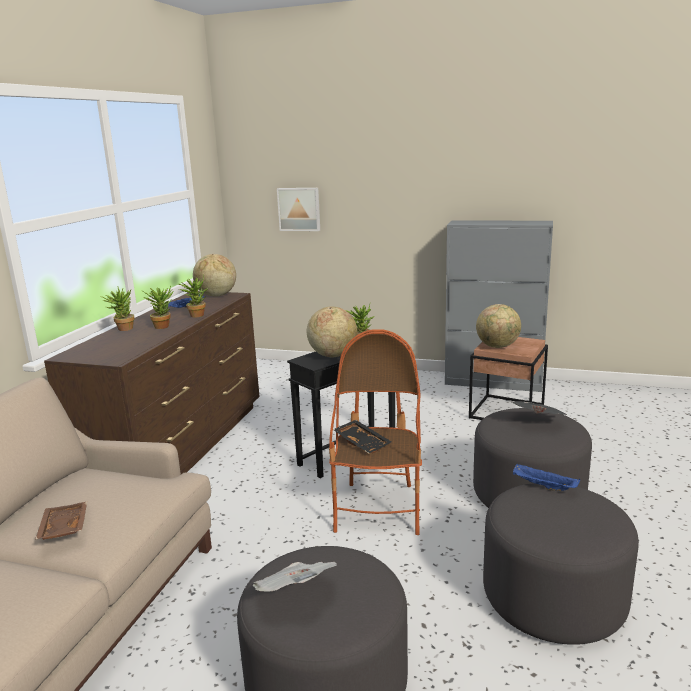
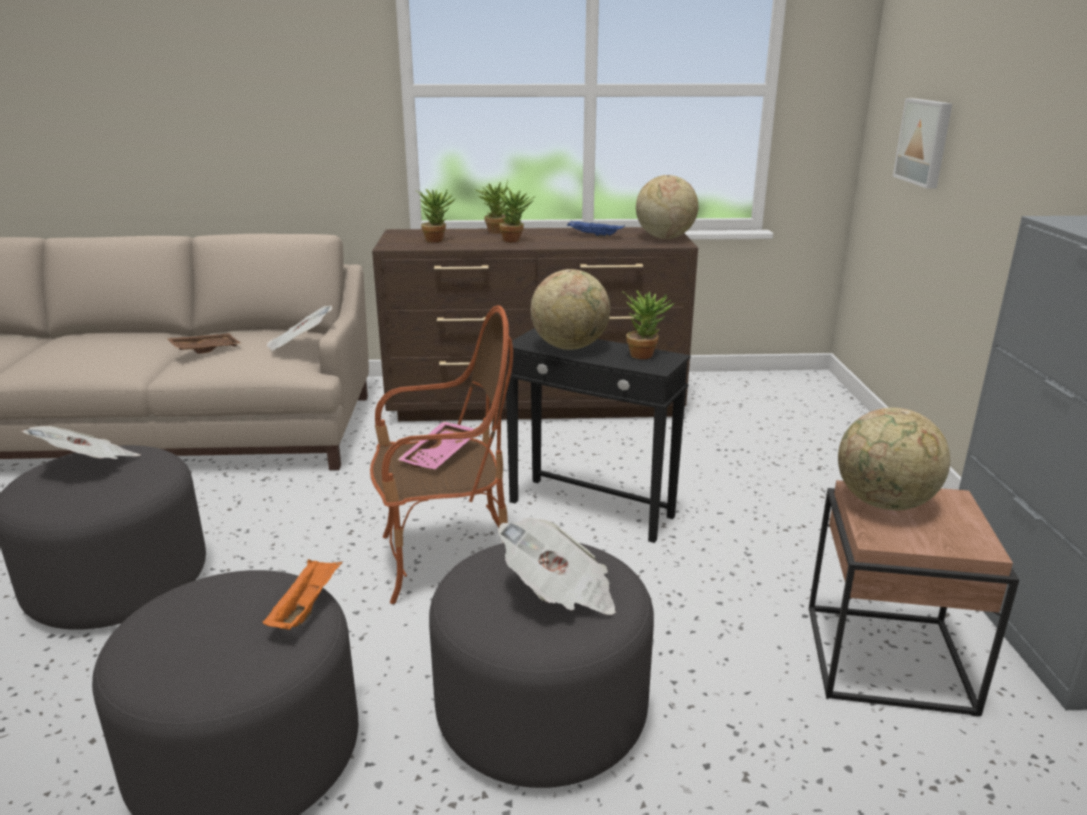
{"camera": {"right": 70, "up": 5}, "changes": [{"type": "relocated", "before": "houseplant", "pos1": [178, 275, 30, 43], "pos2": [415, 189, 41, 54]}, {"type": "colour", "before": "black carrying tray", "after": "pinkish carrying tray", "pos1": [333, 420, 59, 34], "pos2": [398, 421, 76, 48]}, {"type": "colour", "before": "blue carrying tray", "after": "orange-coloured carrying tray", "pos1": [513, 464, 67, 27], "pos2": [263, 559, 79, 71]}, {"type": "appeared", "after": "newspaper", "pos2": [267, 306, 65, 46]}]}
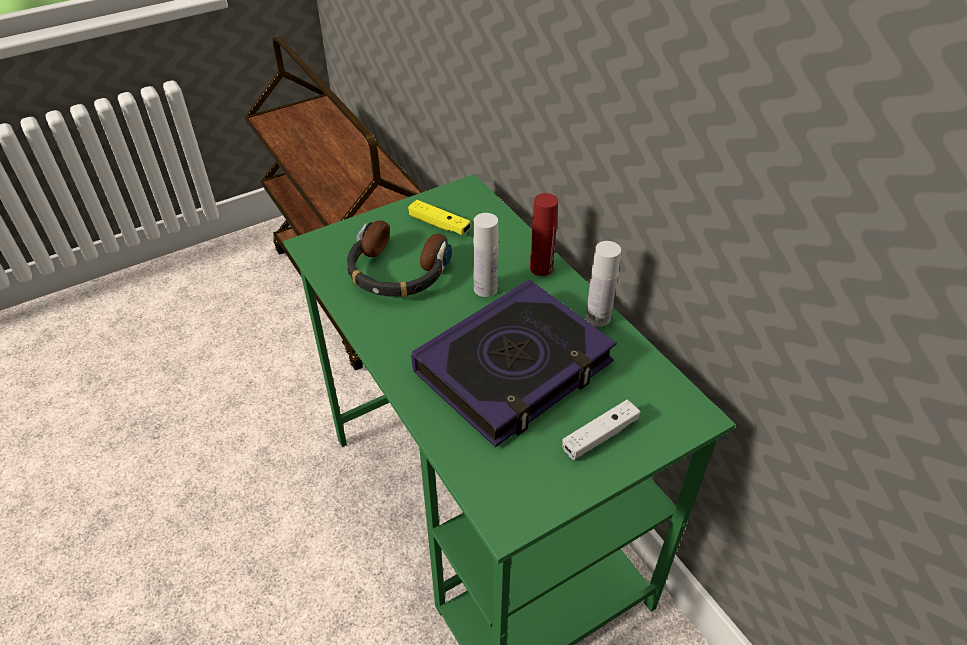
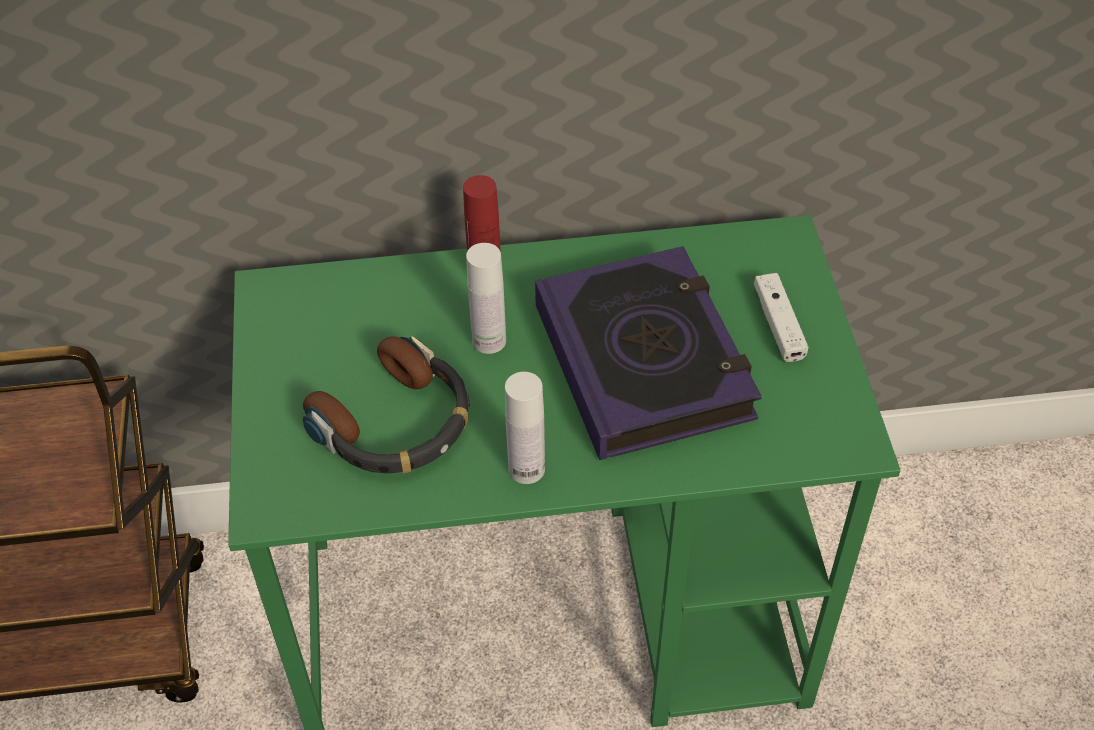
{"camera": {"right": -65, "up": 5}, "changes": [{"type": "missing", "before": "yellow gamepad", "pos1": [408, 200, 63, 35]}, {"type": "relocated", "before": "whitish bottle", "pos1": [586, 241, 35, 86], "pos2": [505, 372, 40, 112]}]}
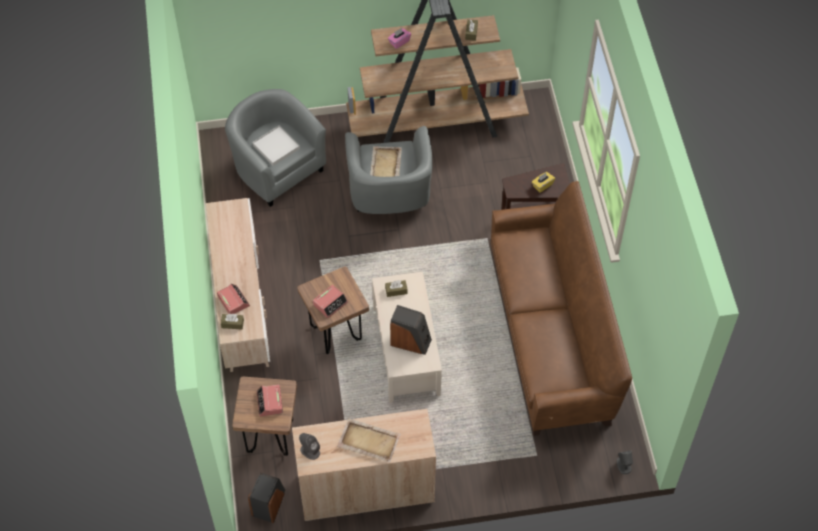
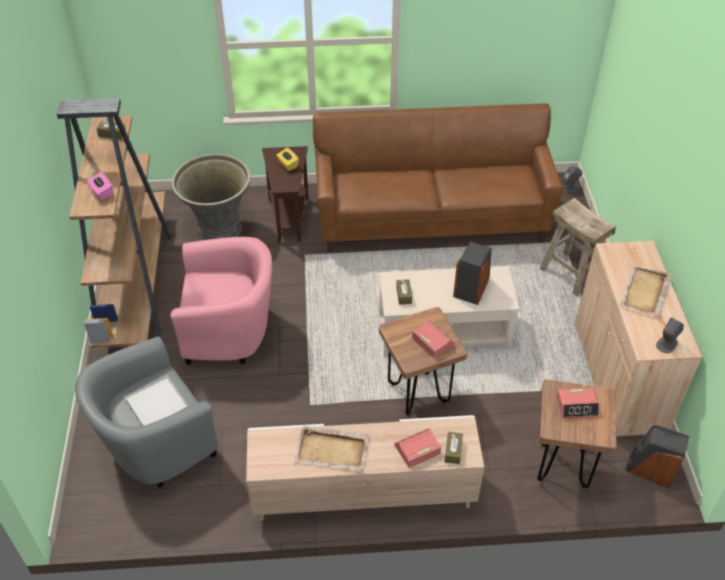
{"camera": {"right": -85, "up": -10}, "changes": [{"type": "colour", "before": "gray lounge chair", "after": "pinkish lounge chair", "pos1": [345, 126, 88, 88], "pos2": [170, 237, 102, 128]}, {"type": "relocated", "before": "beige-coloured carrying tray", "pos1": [370, 146, 32, 31], "pos2": [293, 426, 76, 44]}, {"type": "appeared", "after": "gray flower pot", "pos2": [171, 154, 80, 86]}, {"type": "appeared", "after": "beige-coloured stool seat", "pos2": [540, 198, 76, 98]}]}
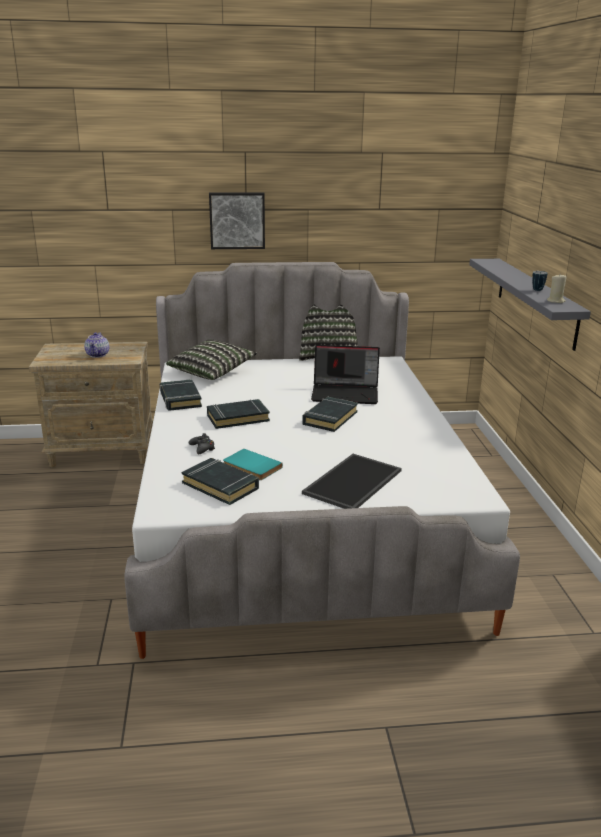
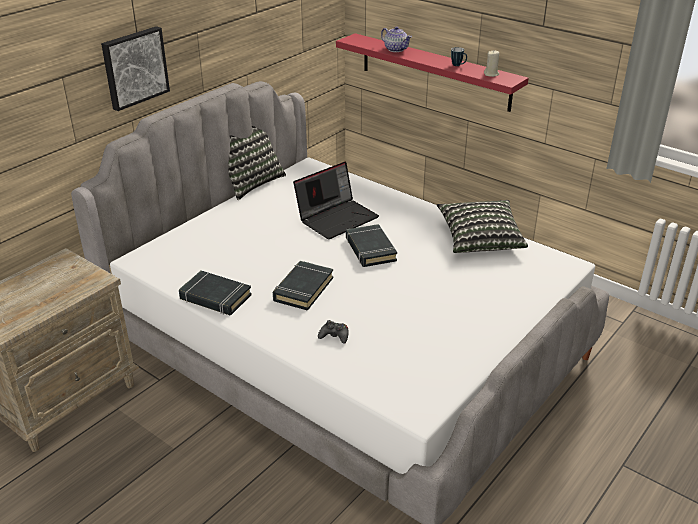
{"camera": {"right": -45, "up": 10}, "changes": [{"type": "relocated", "before": "pot for tea", "pos1": [84, 332, 25, 26], "pos2": [381, 26, 31, 26]}, {"type": "relocated", "before": "throw pillow", "pos1": [166, 339, 91, 41], "pos2": [437, 200, 91, 53]}, {"type": "missing", "before": "black volume", "pos1": [182, 458, 77, 47]}, {"type": "missing", "before": "blue-green volume", "pos1": [223, 449, 60, 31]}, {"type": "missing", "before": "carrying tray", "pos1": [302, 454, 100, 55]}, {"type": "colour", "before": "gray bracket shelf", "after": "reddish bracket shelf", "pos1": [469, 259, 122, 92], "pos2": [336, 33, 193, 79]}]}
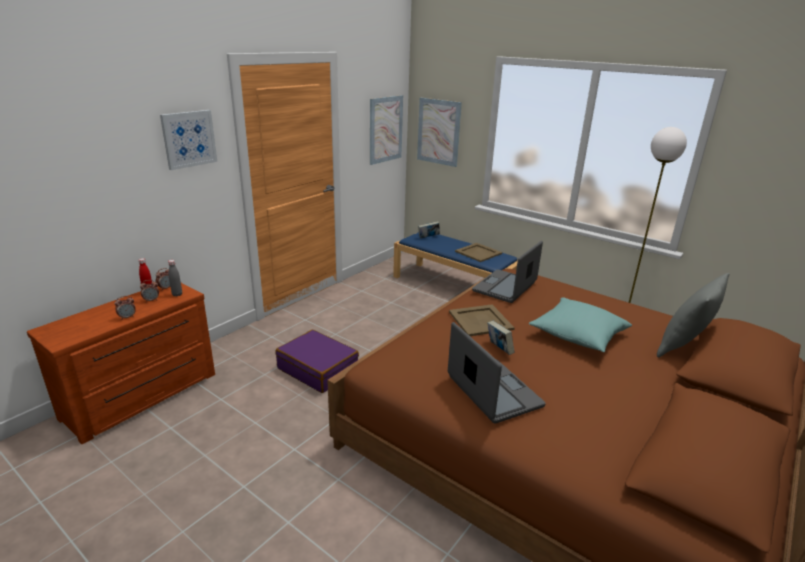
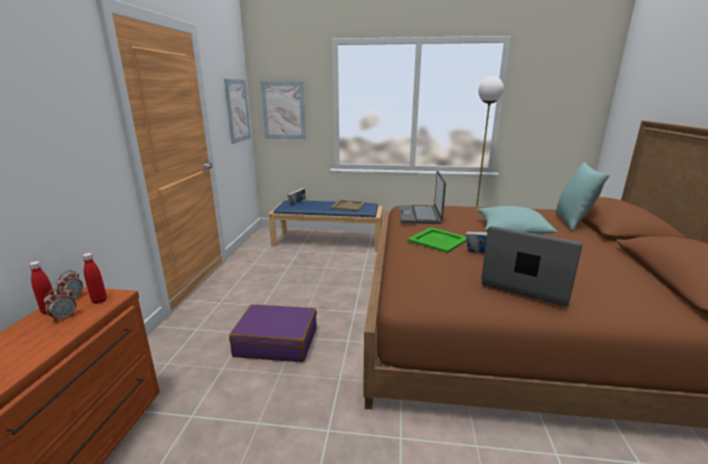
{"camera": {"right": -30, "up": -5}, "changes": [{"type": "missing", "before": "bedside clock", "pos1": [115, 296, 21, 24]}, {"type": "missing", "before": "wall picture", "pos1": [160, 110, 57, 60]}, {"type": "colour", "before": "gray bottle", "after": "reddish bottle", "pos1": [168, 260, 14, 37], "pos2": [82, 253, 25, 51]}, {"type": "colour", "before": "beige-coloured carrying tray", "after": "green carrying tray", "pos1": [449, 305, 66, 31], "pos2": [407, 227, 60, 26]}, {"type": "colour", "before": "gray throw pillow", "after": "blue-green throw pillow", "pos1": [657, 273, 73, 84], "pos2": [556, 162, 53, 69]}]}
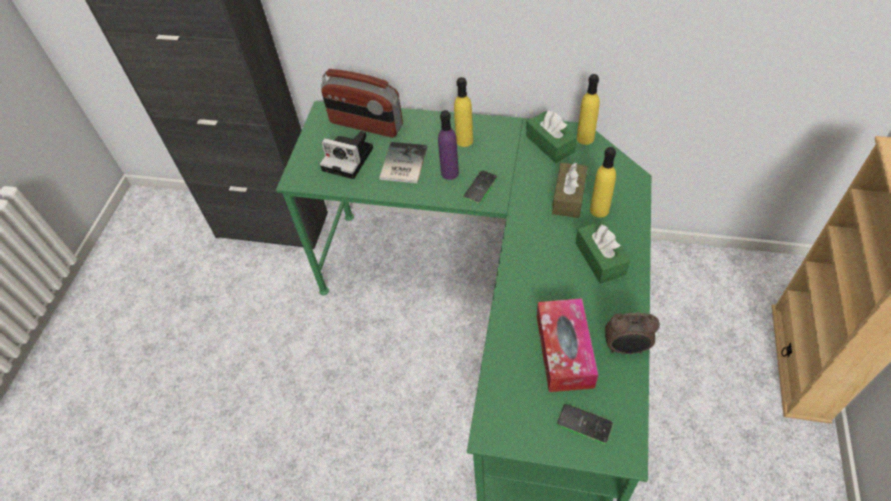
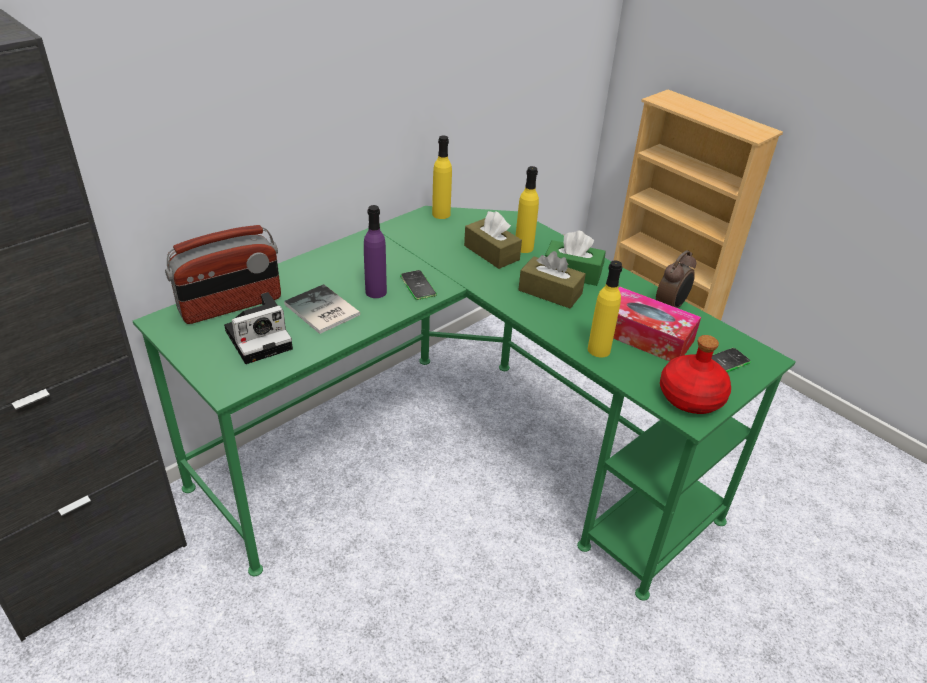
{"camera": {"right": -60, "up": -15}, "changes": [{"type": "relocated", "before": "yellow bottle", "pos1": [454, 77, 19, 70], "pos2": [588, 260, 34, 97]}, {"type": "missing", "before": "green box of tissues", "pos1": [526, 111, 51, 52]}, {"type": "appeared", "after": "brownish box of tissues", "pos2": [518, 251, 68, 57]}, {"type": "appeared", "after": "reddish bottle", "pos2": [660, 335, 71, 79]}]}
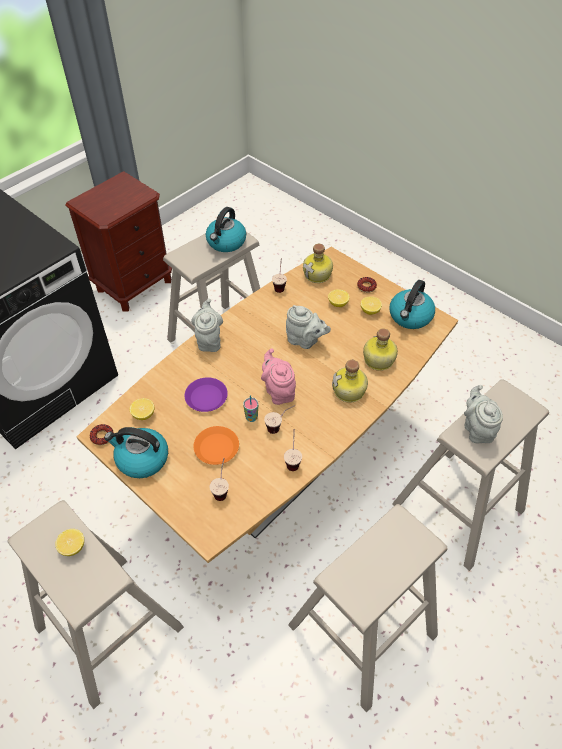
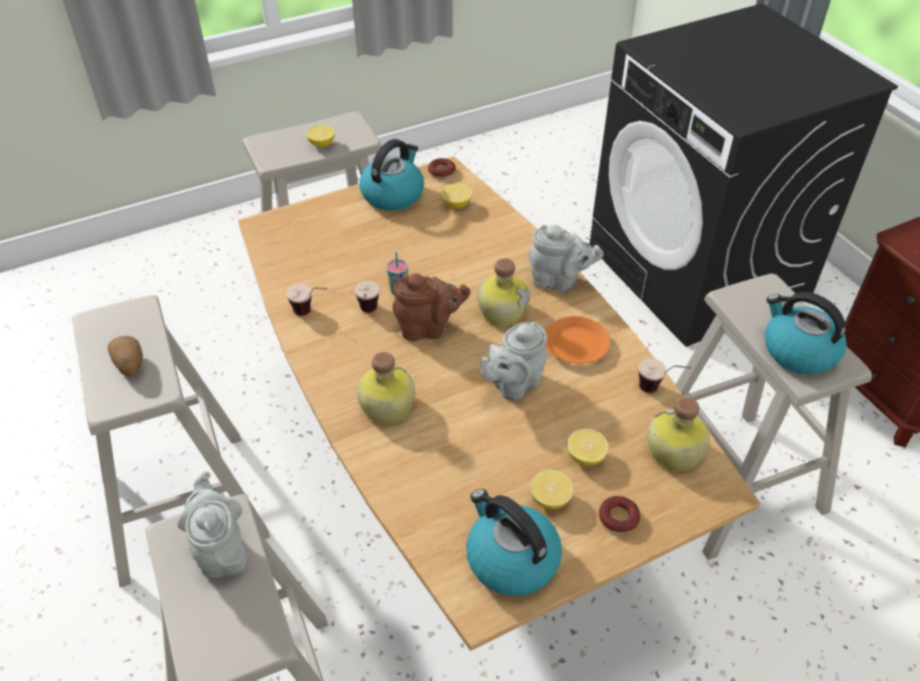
{"camera": {"right": 110, "up": -5}, "changes": [{"type": "missing", "before": "purplish dinner plate", "pos1": [185, 377, 43, 35]}, {"type": "relocated", "before": "orange-coloured dinner plate", "pos1": [193, 426, 46, 39], "pos2": [545, 316, 65, 48]}, {"type": "missing", "before": "drinking cup", "pos1": [210, 458, 19, 43]}, {"type": "colour", "before": "pinkish pot for tea", "after": "brownish pot for tea", "pos1": [261, 349, 35, 56], "pos2": [393, 273, 78, 68]}, {"type": "relocated", "before": "bottle", "pos1": [363, 328, 35, 43], "pos2": [477, 258, 53, 68]}, {"type": "spun", "before": "gray pot for tea", "pos1": [464, 385, 39, 58], "pos2": [177, 471, 70, 107], "turn": -120}, {"type": "appeared", "after": "whole potato", "pos2": [108, 336, 35, 40]}]}
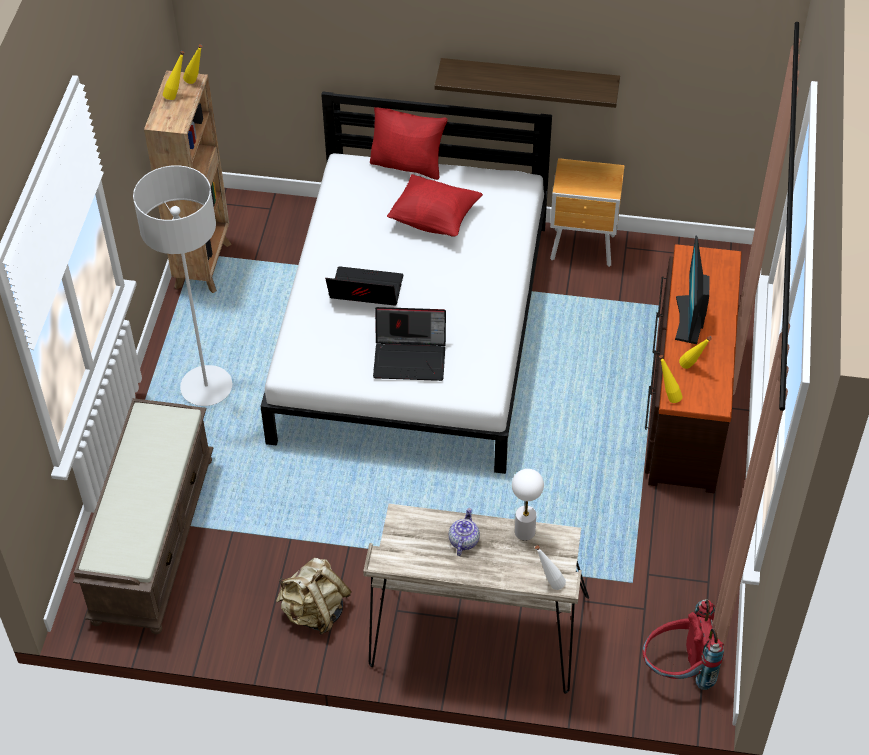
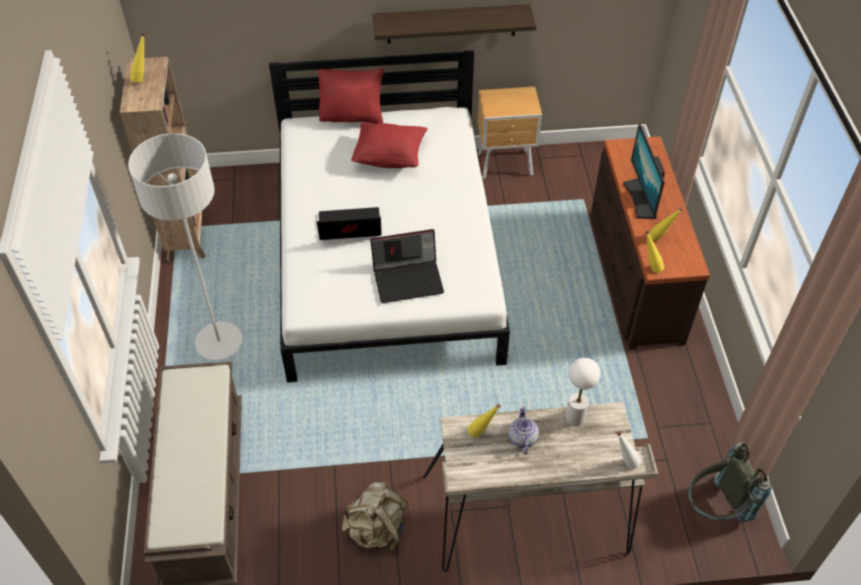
{"camera": {"right": -15, "up": 0}, "changes": [{"type": "relocated", "before": "yellow bottle", "pos1": [183, 44, 19, 40], "pos2": [468, 404, 33, 34]}, {"type": "colour", "before": "reddish knapsack", "after": "gray knapsack", "pos1": [643, 599, 81, 91], "pos2": [688, 442, 84, 80]}]}
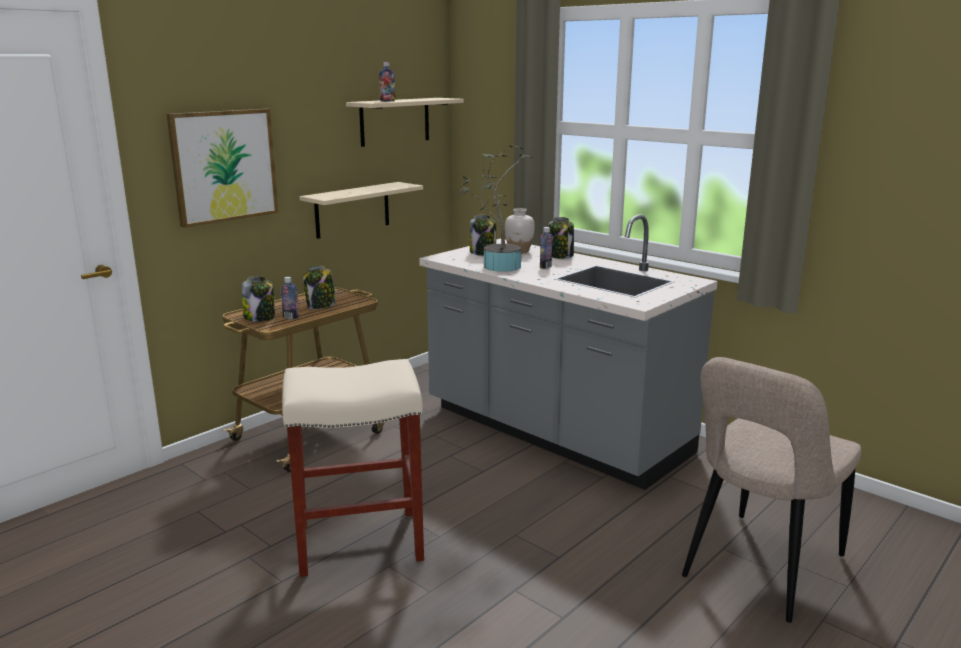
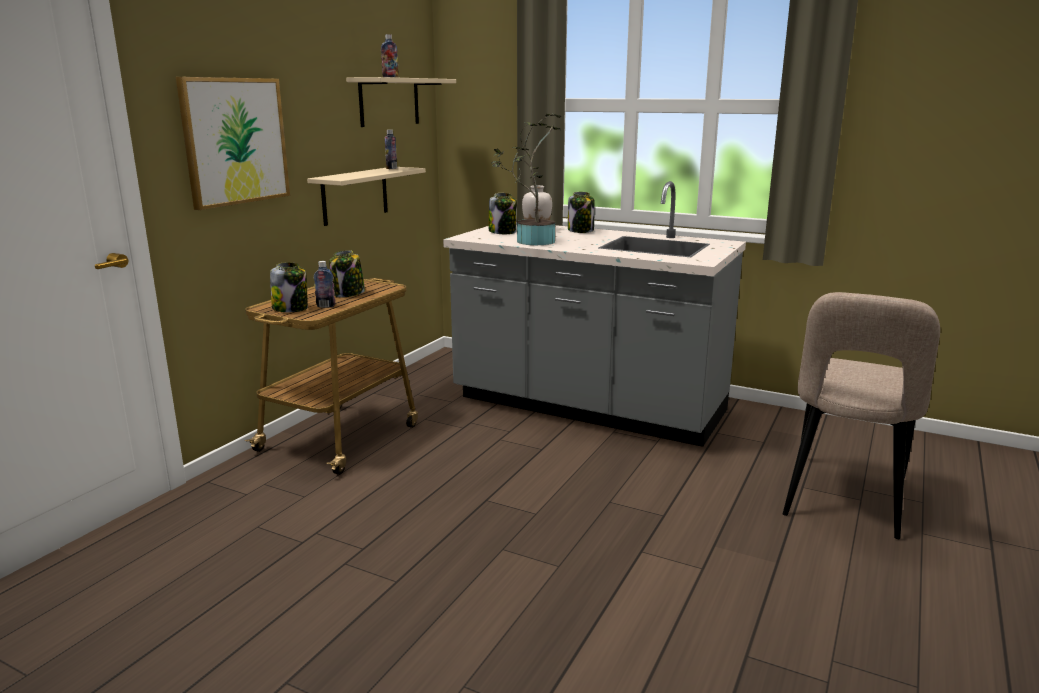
{"camera": {"right": -15, "up": 0}, "changes": [{"type": "missing", "before": "beige-coloured stool seat", "pos1": [282, 359, 142, 218]}, {"type": "relocated", "before": "bottle", "pos1": [540, 227, 12, 42], "pos2": [385, 130, 12, 39]}]}
